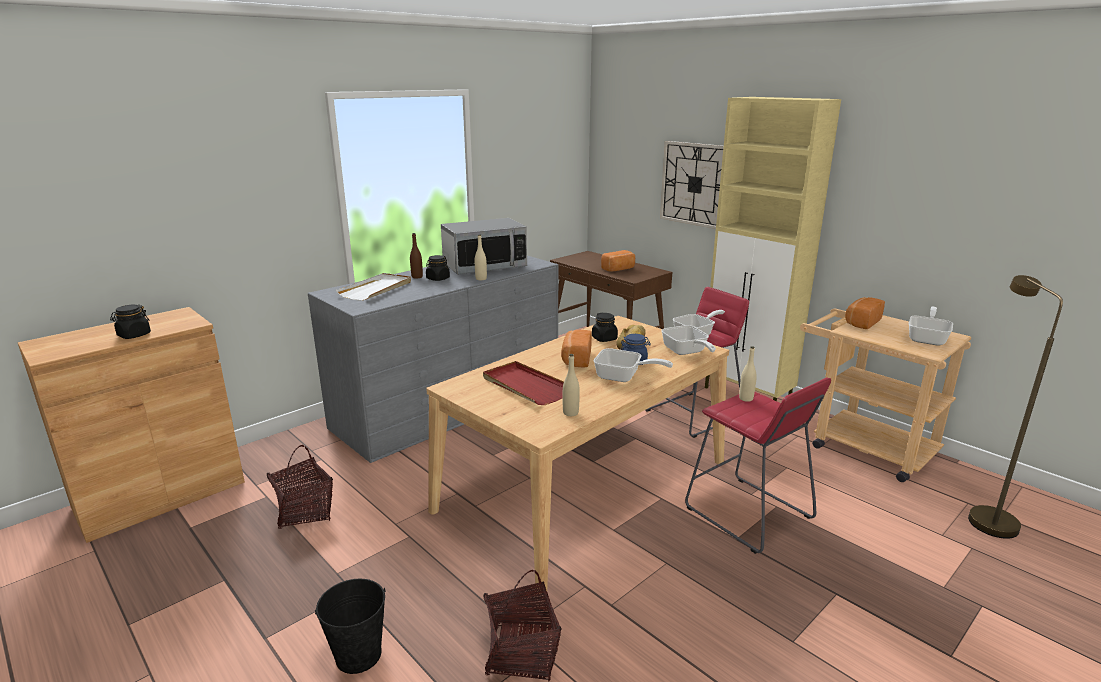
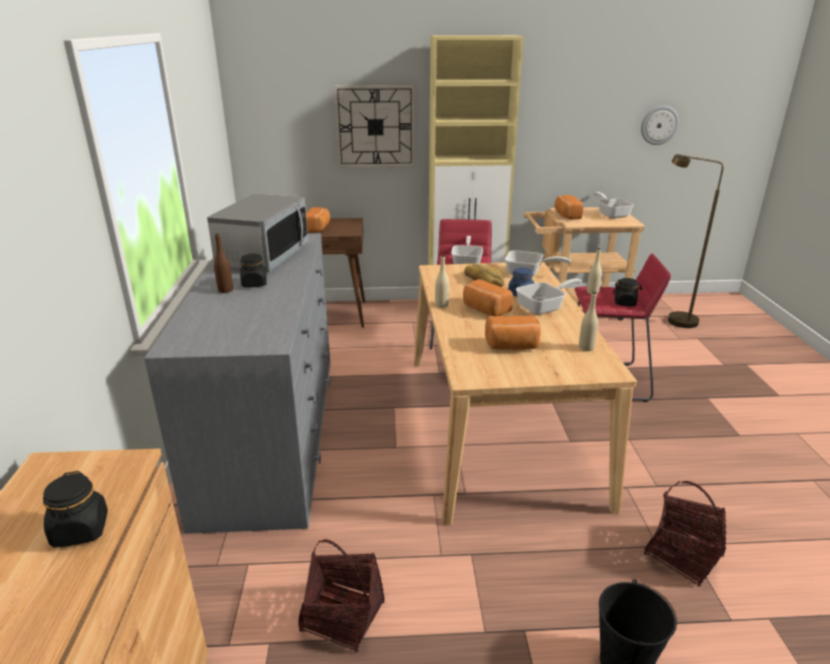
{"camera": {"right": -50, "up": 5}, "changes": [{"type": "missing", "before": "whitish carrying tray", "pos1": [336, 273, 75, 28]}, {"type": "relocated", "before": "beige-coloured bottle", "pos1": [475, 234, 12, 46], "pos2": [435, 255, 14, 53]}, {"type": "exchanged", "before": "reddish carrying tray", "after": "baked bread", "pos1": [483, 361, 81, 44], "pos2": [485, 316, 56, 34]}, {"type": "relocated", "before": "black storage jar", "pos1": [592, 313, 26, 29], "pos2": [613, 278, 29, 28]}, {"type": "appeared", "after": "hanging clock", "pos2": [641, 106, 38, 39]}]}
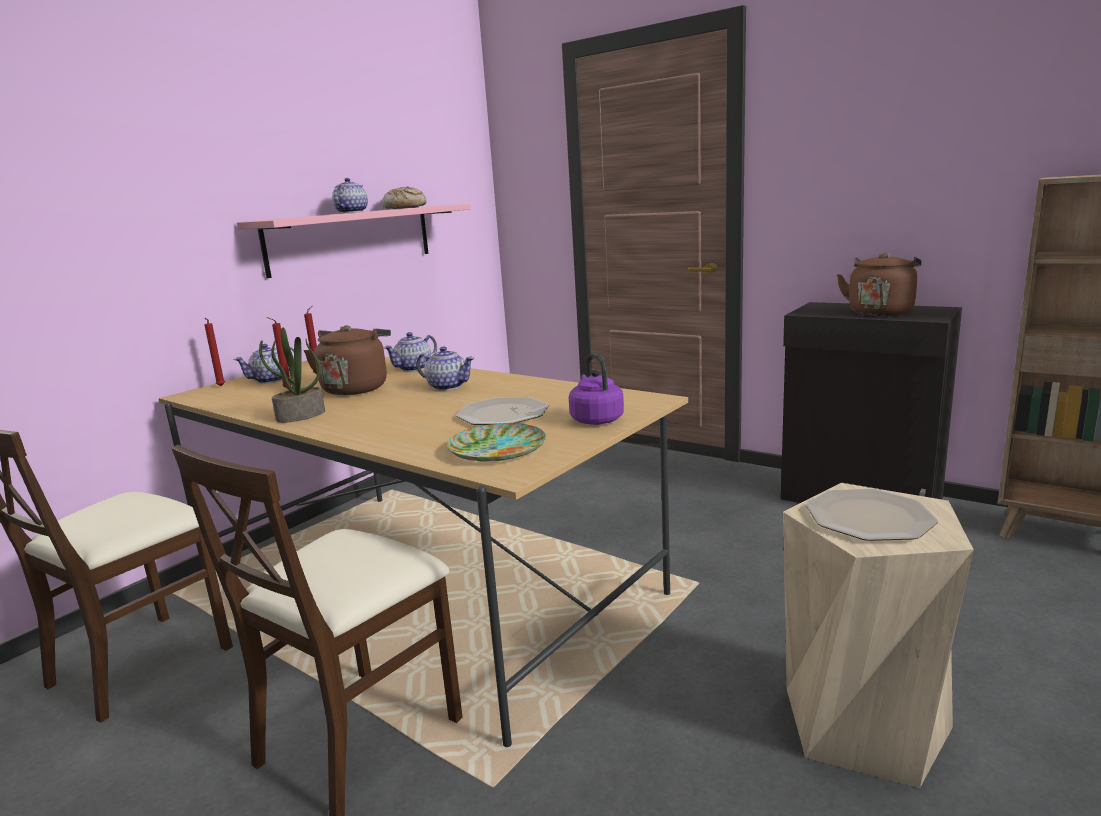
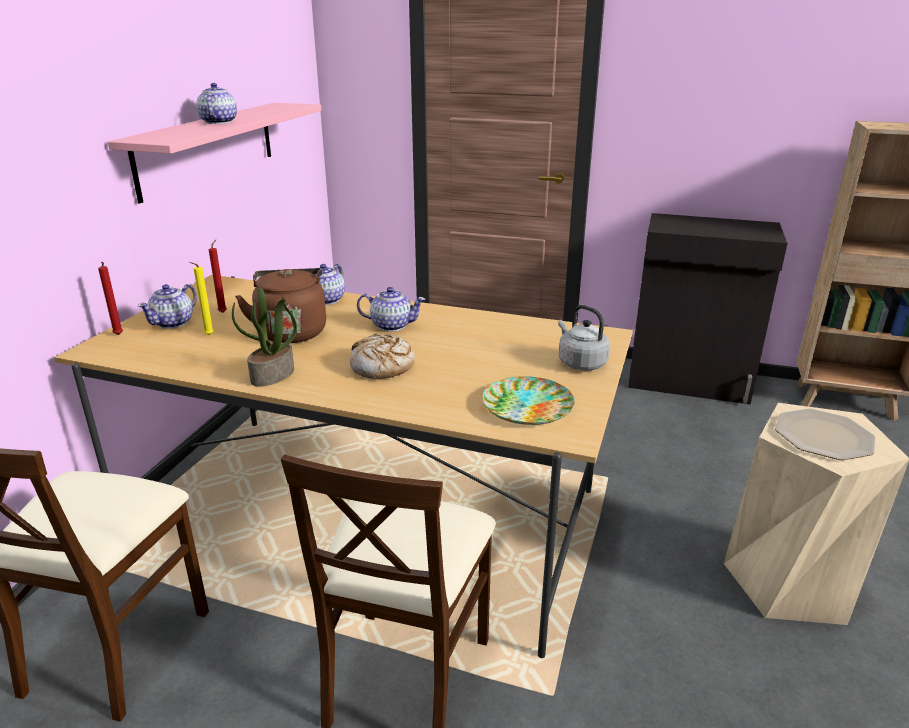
{"camera": {"right": -20, "up": 10}, "changes": [{"type": "colour", "before": "reddish candle", "after": "yellow candle", "pos1": [267, 317, 25, 71], "pos2": [189, 262, 25, 73]}, {"type": "relocated", "before": "baked bread", "pos1": [382, 186, 45, 23], "pos2": [350, 334, 65, 45]}, {"type": "missing", "before": "dinner plate", "pos1": [456, 397, 93, 28]}, {"type": "colour", "before": "purplish water kettle", "after": "gray water kettle", "pos1": [569, 353, 55, 72], "pos2": [558, 305, 52, 66]}, {"type": "missing", "before": "brownish water kettle", "pos1": [837, 253, 85, 63]}]}
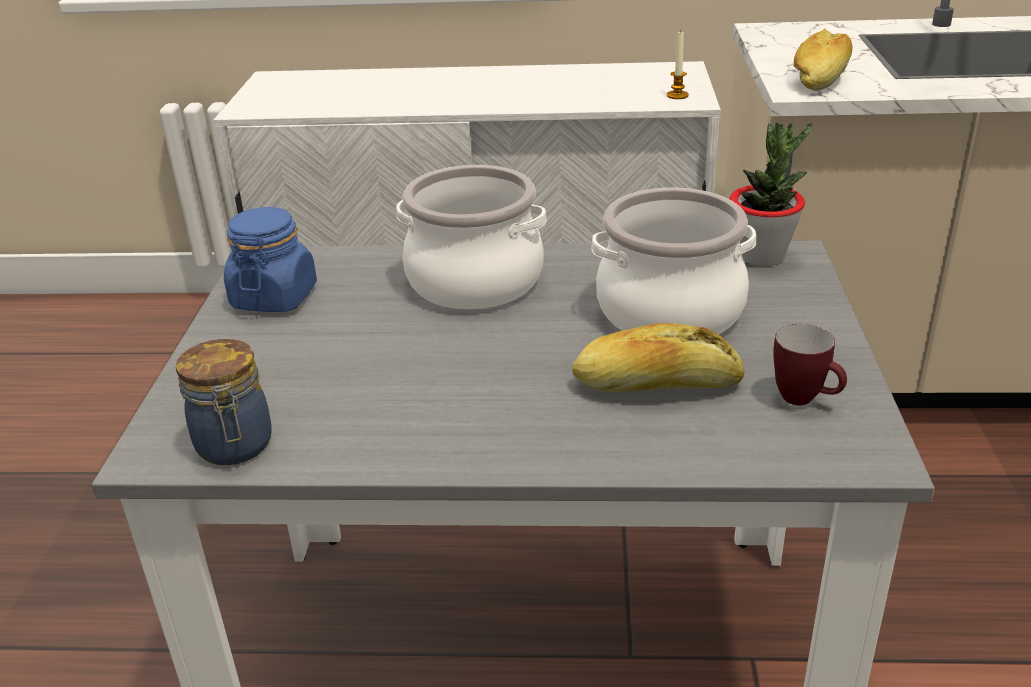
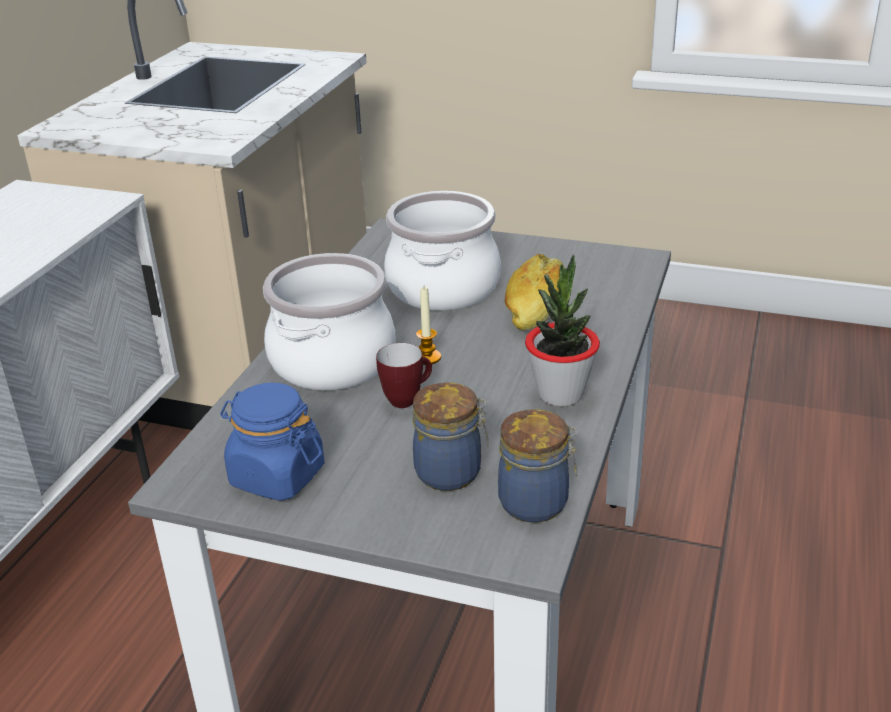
{"camera": {"right": -75, "up": 0}, "changes": [{"type": "relocated", "before": "candle", "pos1": [667, 30, 22, 69], "pos2": [416, 287, 25, 78]}, {"type": "relocated", "before": "houseplant", "pos1": [730, 123, 82, 143], "pos2": [525, 255, 75, 151]}, {"type": "relocated", "before": "tea mug", "pos1": [773, 324, 74, 81], "pos2": [376, 343, 56, 65]}, {"type": "missing", "before": "baked bread", "pos1": [793, 29, 59, 62]}, {"type": "appeared", "after": "storage jar", "pos2": [413, 382, 76, 109]}]}
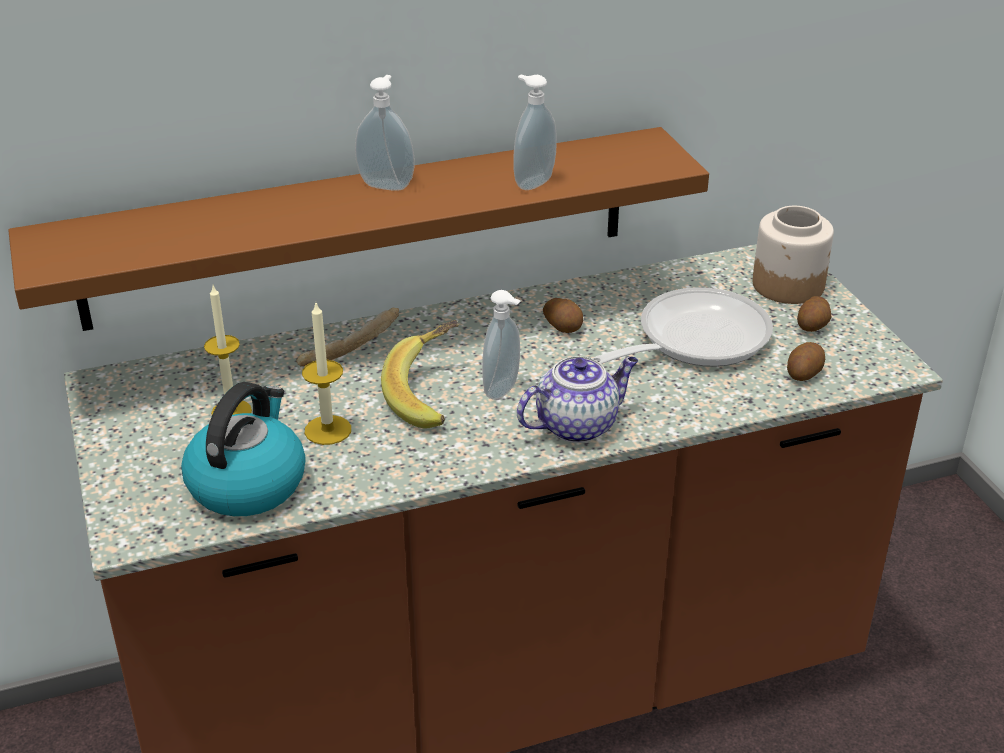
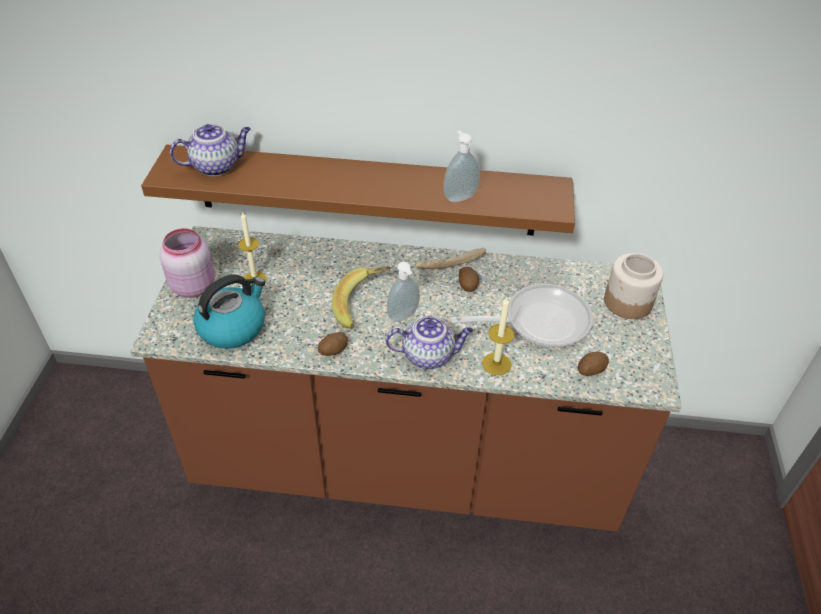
{"camera": {"right": 25, "up": 10}, "changes": [{"type": "relocated", "before": "baked bread", "pos1": [296, 307, 103, 60], "pos2": [415, 248, 71, 21]}, {"type": "relocated", "before": "candle", "pos1": [302, 303, 49, 142], "pos2": [482, 297, 32, 78]}, {"type": "missing", "before": "soap bottle", "pos1": [355, 75, 60, 116]}, {"type": "relocated", "before": "whole potato", "pos1": [797, 296, 34, 36], "pos2": [318, 332, 30, 24]}, {"type": "appeared", "after": "pinkish storage jar", "pos2": [160, 228, 55, 70]}, {"type": "appeared", "after": "pot for tea", "pos2": [170, 124, 81, 52]}]}
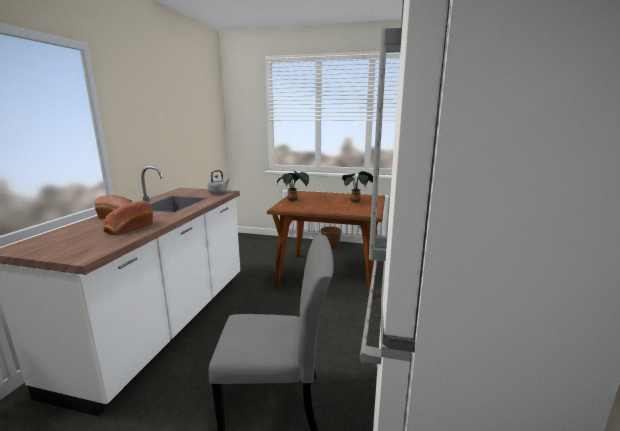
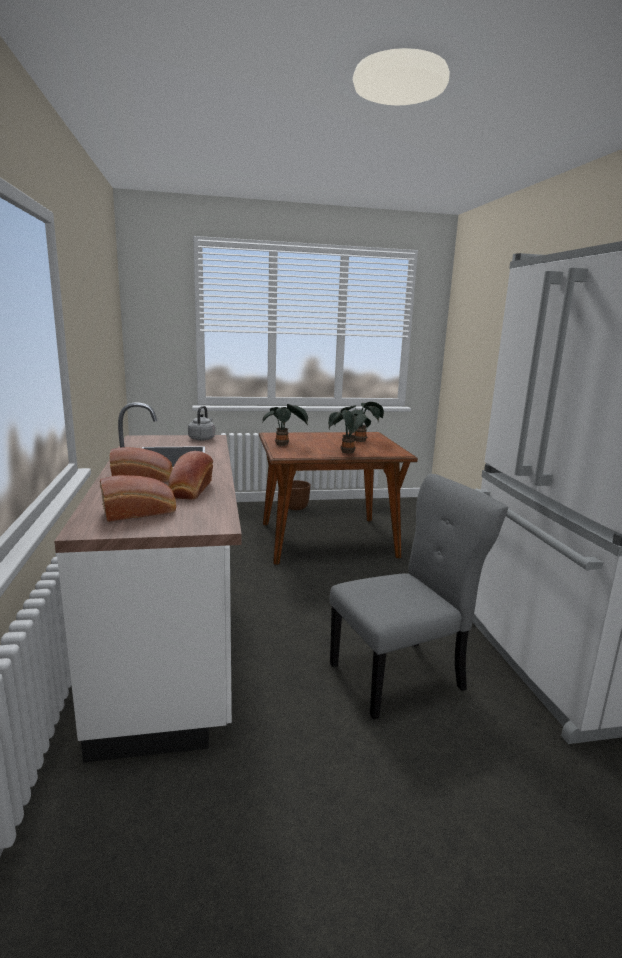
{"camera": {"right": -25, "up": 0}, "changes": [{"type": "appeared", "after": "baked bread", "pos2": [100, 475, 76, 47]}, {"type": "appeared", "after": "houseplant", "pos2": [328, 410, 43, 43]}]}
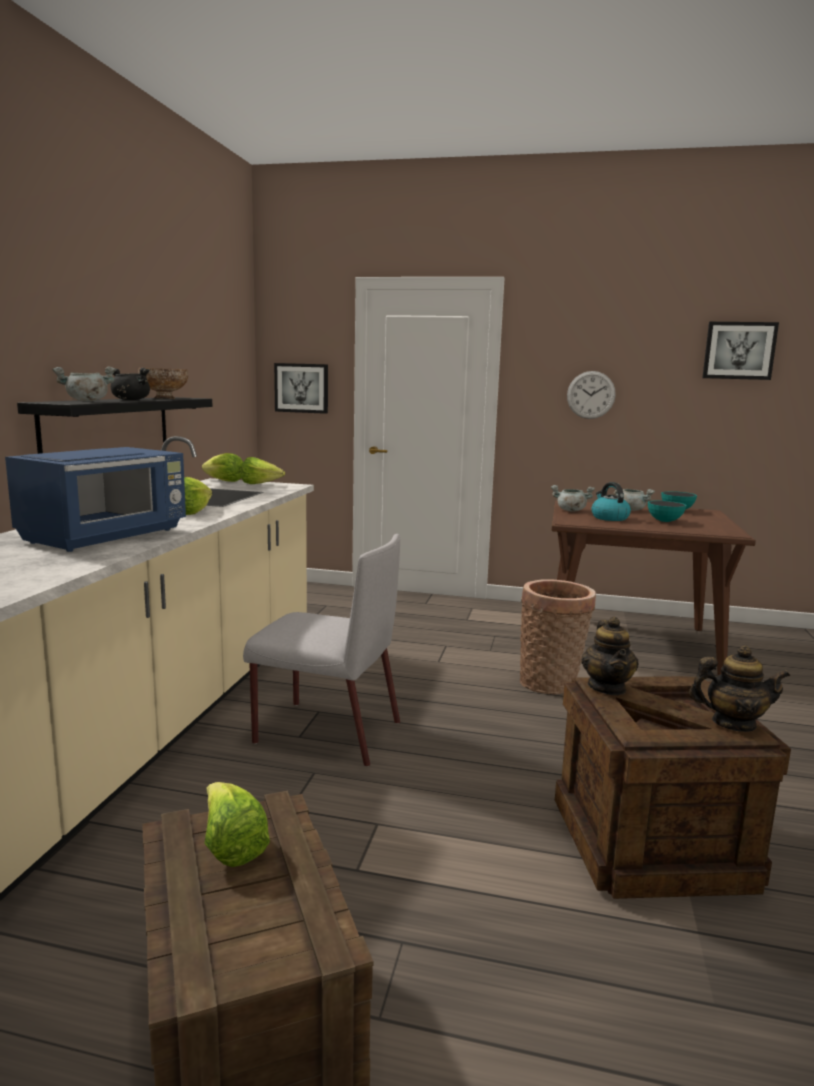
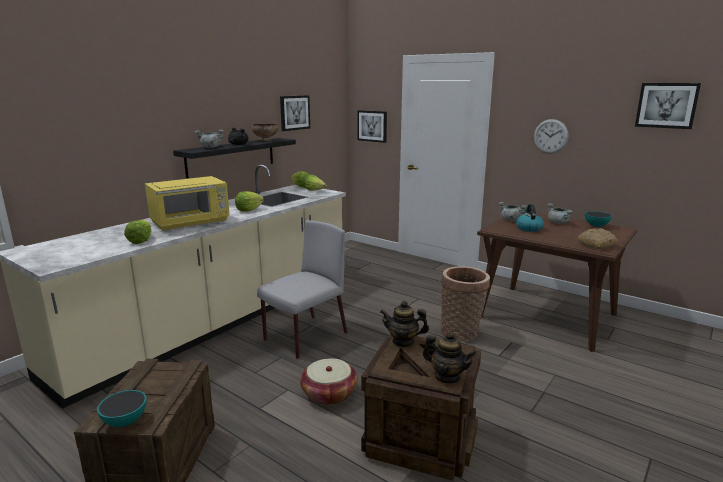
{"camera": {"right": 25, "up": 5}, "changes": [{"type": "colour", "before": "blue microwave", "after": "yellow microwave", "pos1": [5, 447, 181, 105], "pos2": [145, 176, 85, 55]}, {"type": "relocated", "before": "lettuce head", "pos1": [204, 782, 66, 85], "pos2": [124, 220, 27, 24]}, {"type": "spun", "before": "gray plain chair", "pos1": [243, 534, 157, 233], "pos2": [257, 220, 91, 139], "turn": -90}, {"type": "spun", "before": "pot for tea", "pos1": [581, 616, 58, 79], "pos2": [380, 301, 49, 46], "turn": 75}, {"type": "relocated", "before": "serving bowl", "pos1": [648, 501, 38, 21], "pos2": [97, 390, 50, 37]}, {"type": "appeared", "after": "wall picture", "pos2": [280, 95, 30, 36]}, {"type": "appeared", "after": "storage basket", "pos2": [300, 358, 58, 47]}, {"type": "appeared", "after": "baked bread", "pos2": [577, 228, 41, 22]}]}
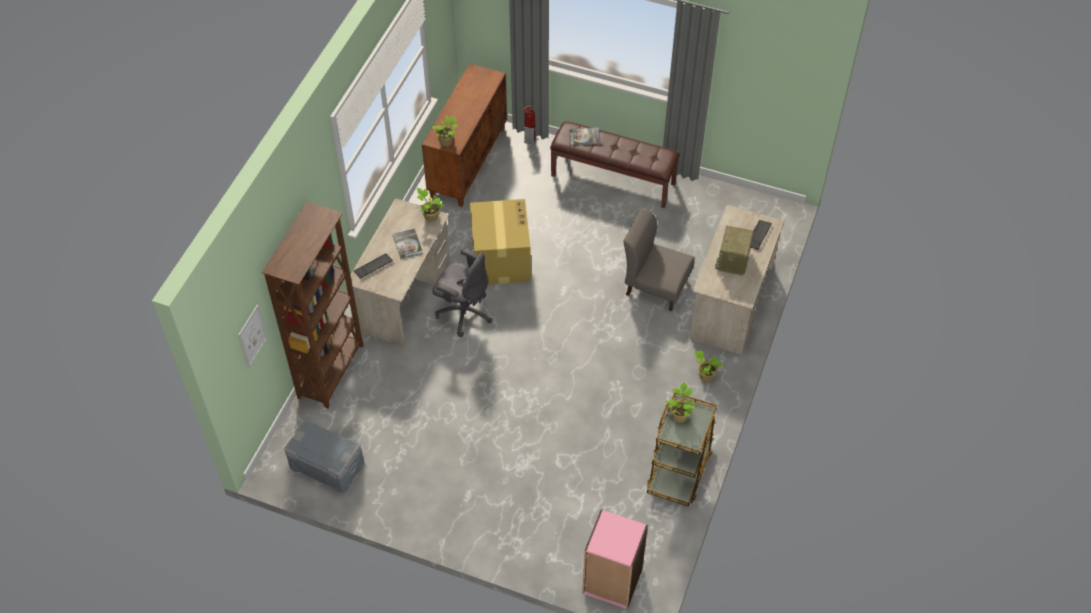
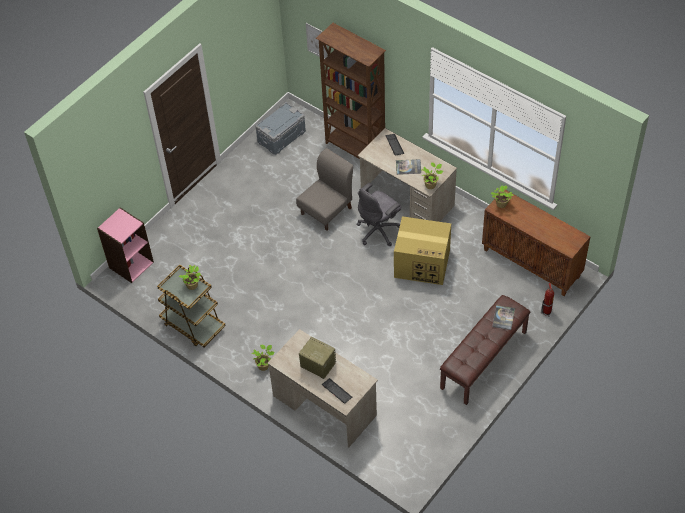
{"camera": {"right": 110, "up": 0}, "changes": [{"type": "relocated", "before": "gray plain chair", "pos1": [623, 208, 72, 103], "pos2": [296, 148, 57, 83]}]}
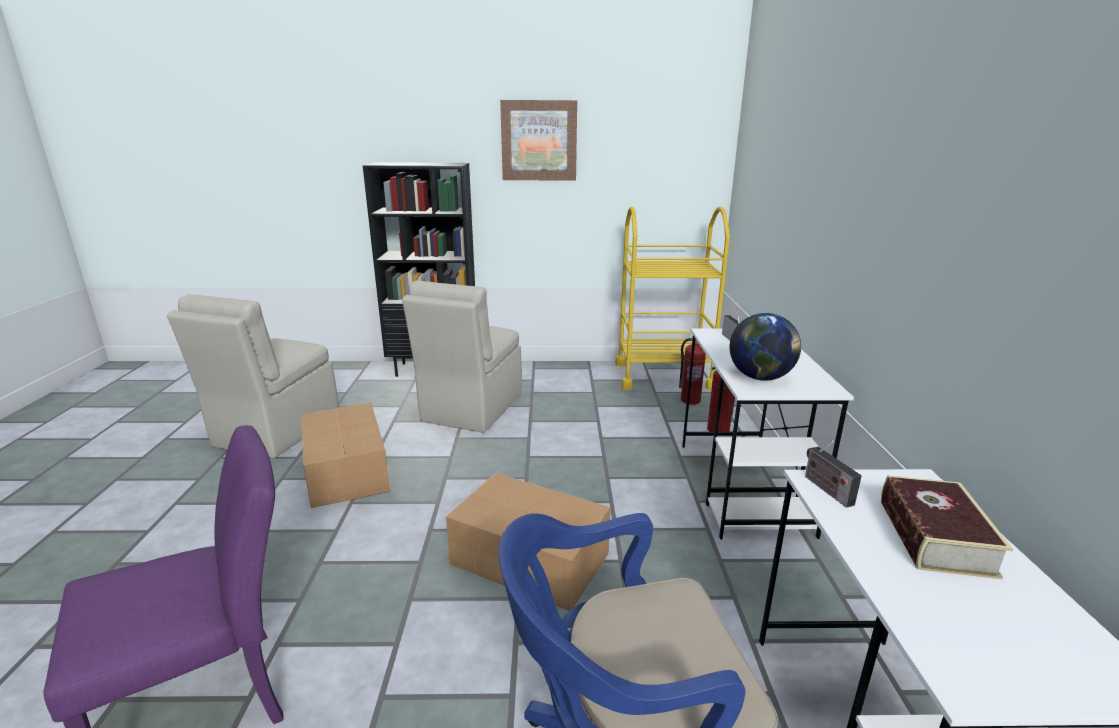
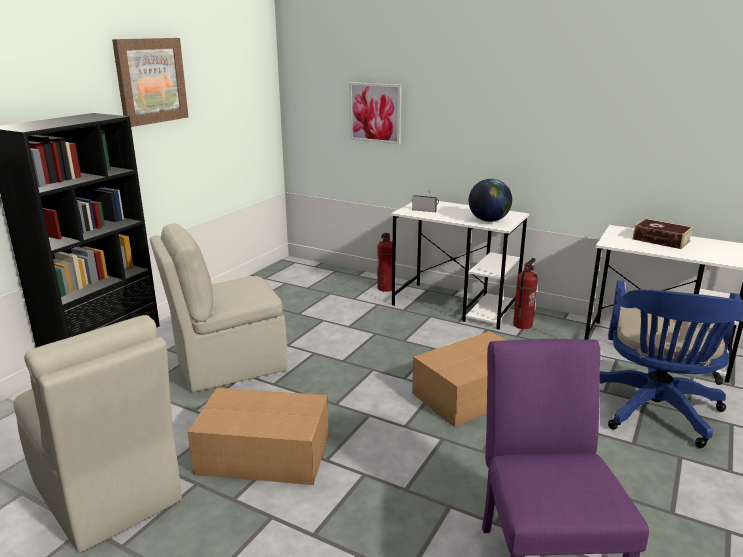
{"camera": {"right": -60, "up": 0}, "changes": [{"type": "spun", "before": "beige-coloured plain chair", "pos1": [402, 280, 120, 153], "pos2": [150, 223, 137, 169], "turn": 105}, {"type": "missing", "before": "yellow trolley", "pos1": [615, 206, 115, 184]}, {"type": "relocated", "before": "fire-fighting cylinder", "pos1": [679, 338, 27, 67], "pos2": [513, 258, 25, 71]}, {"type": "missing", "before": "radio", "pos1": [805, 440, 57, 68]}, {"type": "appeared", "after": "wall picture", "pos2": [349, 82, 53, 62]}]}
